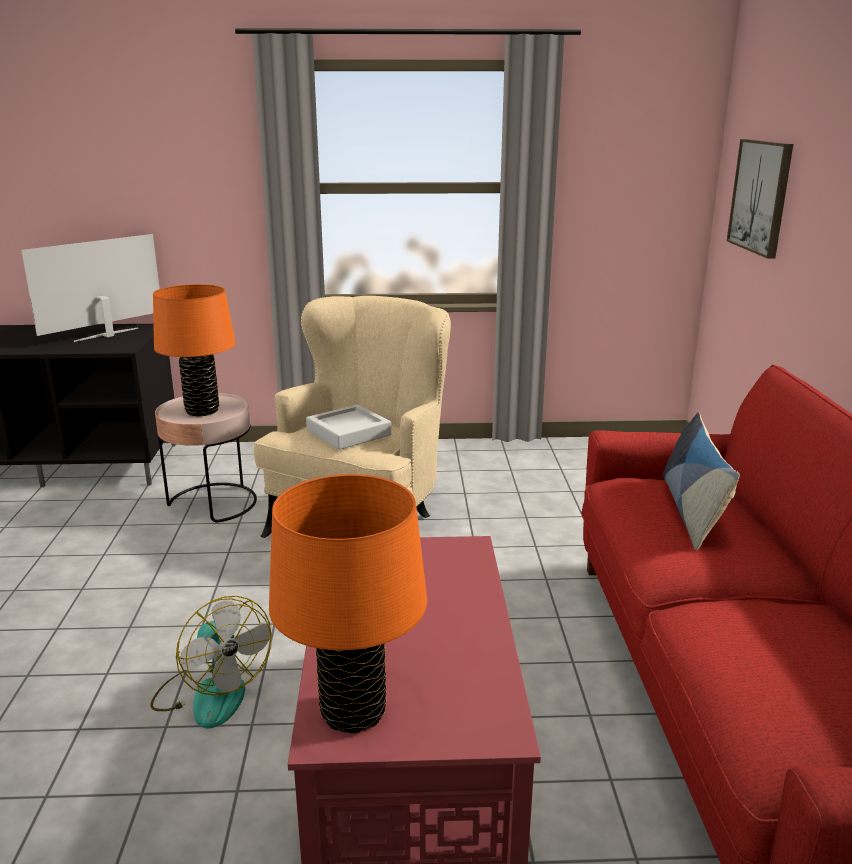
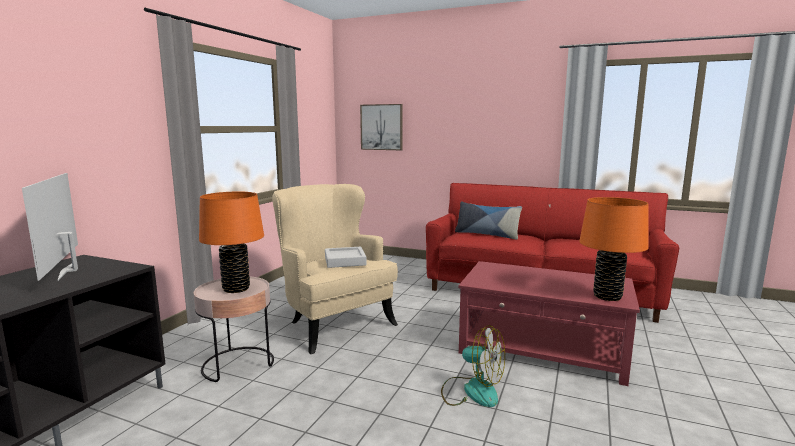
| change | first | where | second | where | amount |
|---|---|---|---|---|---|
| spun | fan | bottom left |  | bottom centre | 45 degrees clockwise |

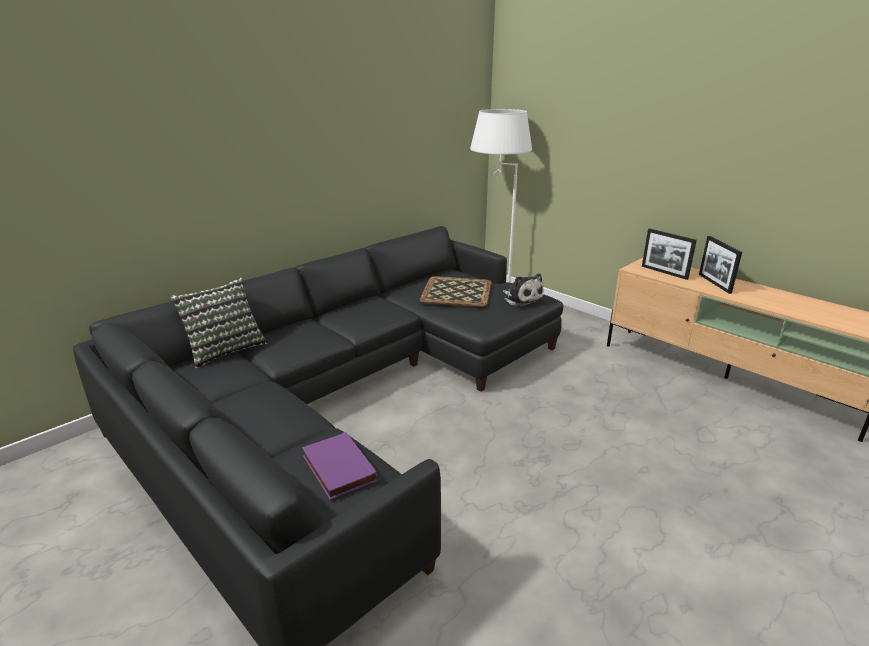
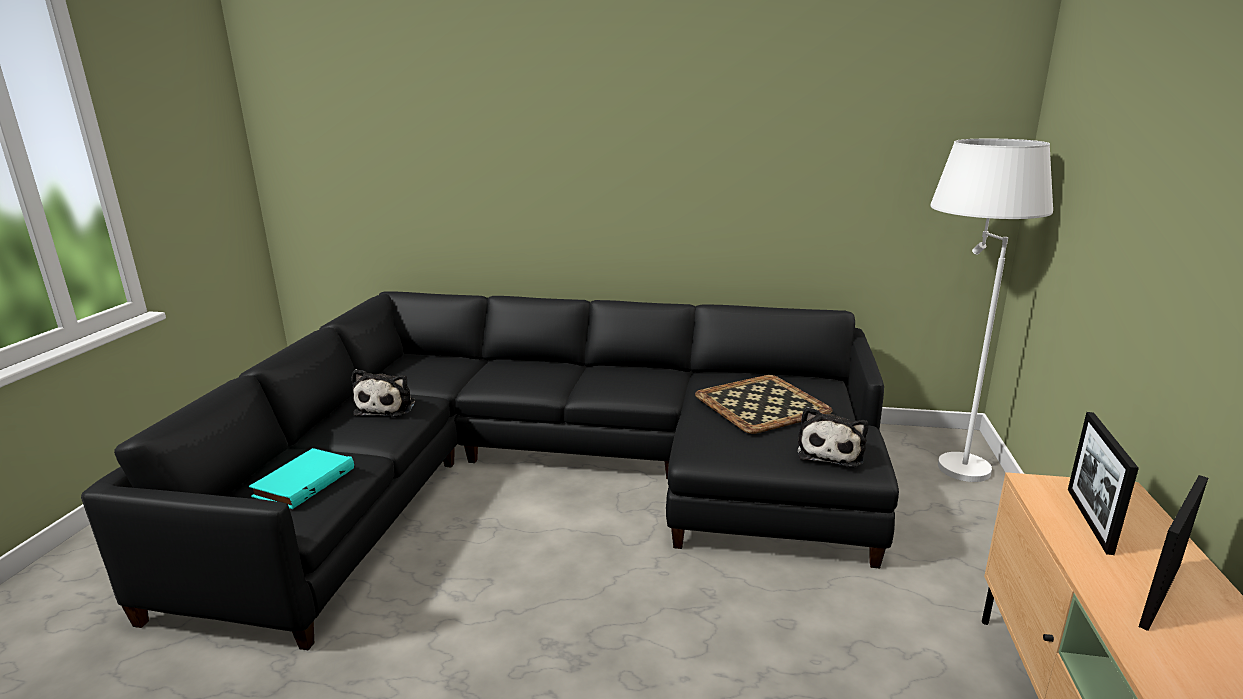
| change | first | where | second | where | amount |
|---|---|---|---|---|---|
| missing | pillow | middle left |  |  |  |
| colour | purple book | bottom centre | turquoise book | bottom left |  |
| appeared |  |  | plush toy (no. 1 from left) | middle left |  |

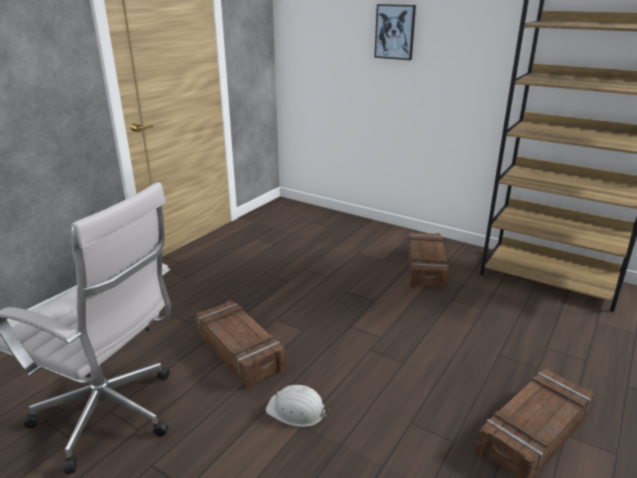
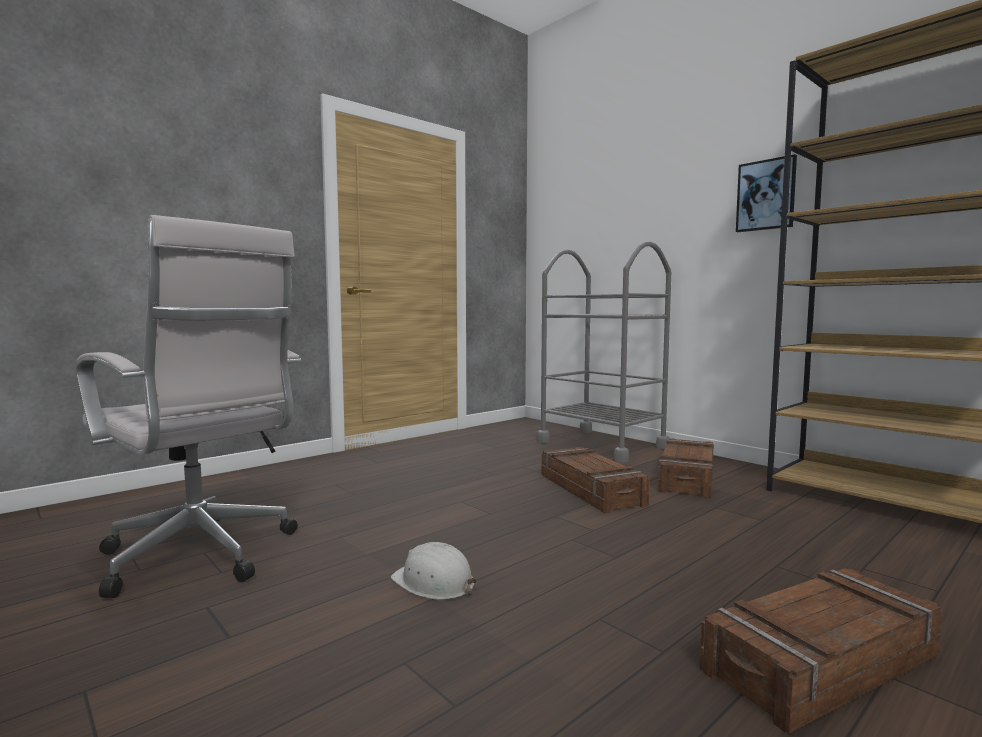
| change | first | where | second | where | amount |
|---|---|---|---|---|---|
| relocated | picture | top centre |  | top right |  |
| relocated | crate (no. 1 from left) | bottom centre |  | centre |  |
| appeared |  |  | grey cart | centre |  |

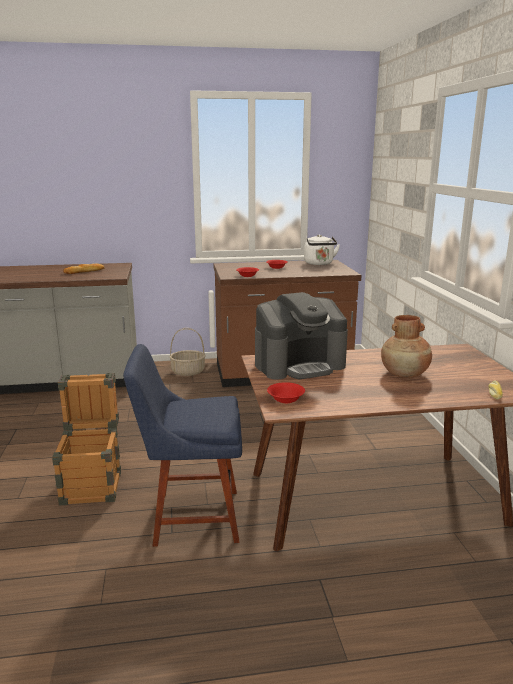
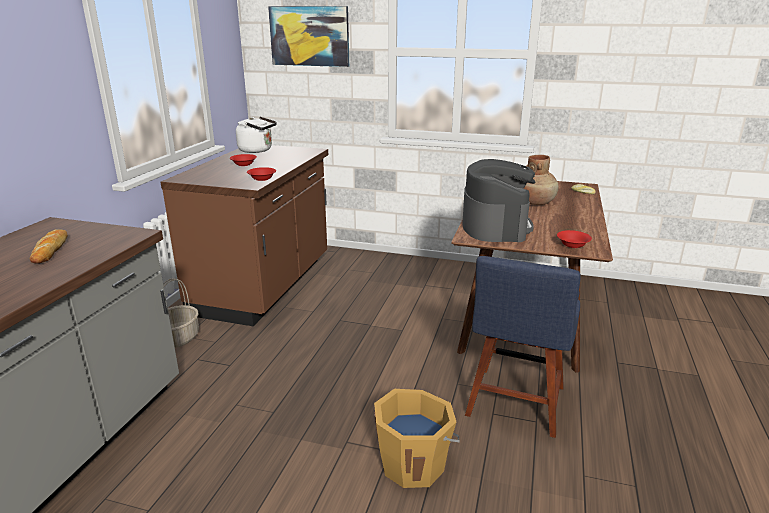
| change | first | where | second | where | amount |
|---|---|---|---|---|---|
| exchanged | crate | middle left | orange bucket | bottom centre |  |
| appeared |  |  | picture | top centre |  |

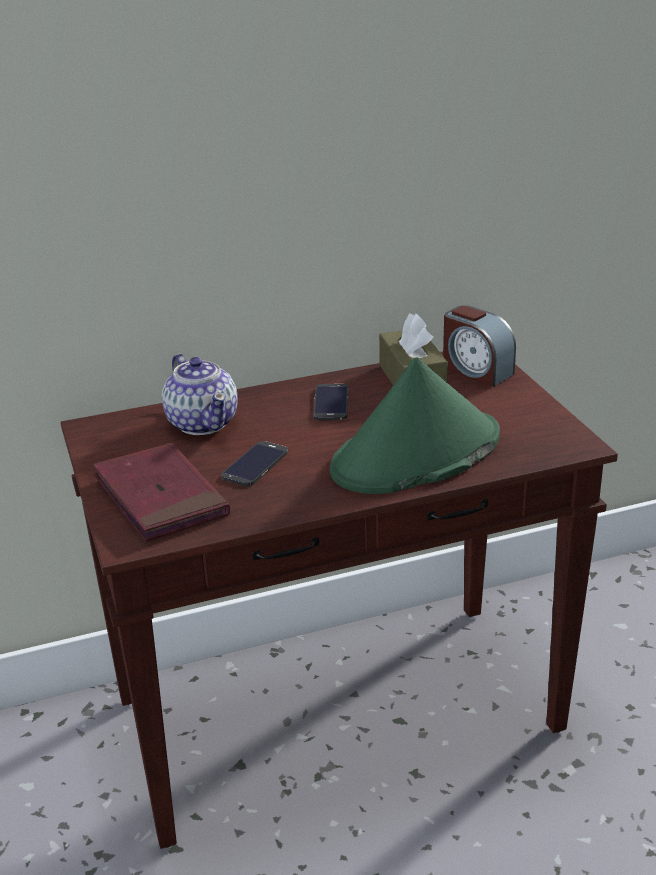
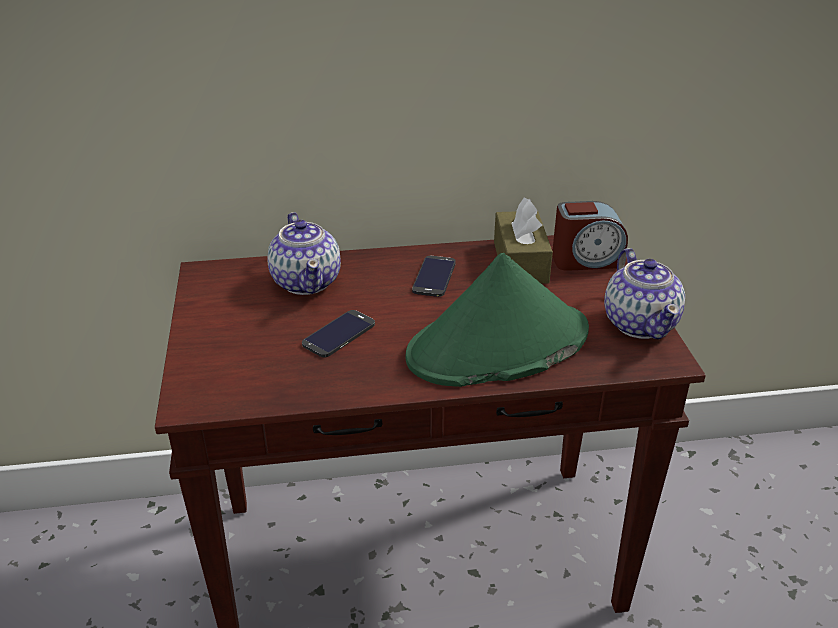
| change | first | where | second | where | amount |
|---|---|---|---|---|---|
| spun | alarm clock | middle right |  | middle right | 60 degrees counterclockwise |
| missing | red book | middle left |  |  |  |
| appeared |  |  | teapot (no. 2 from left) | middle right |  |

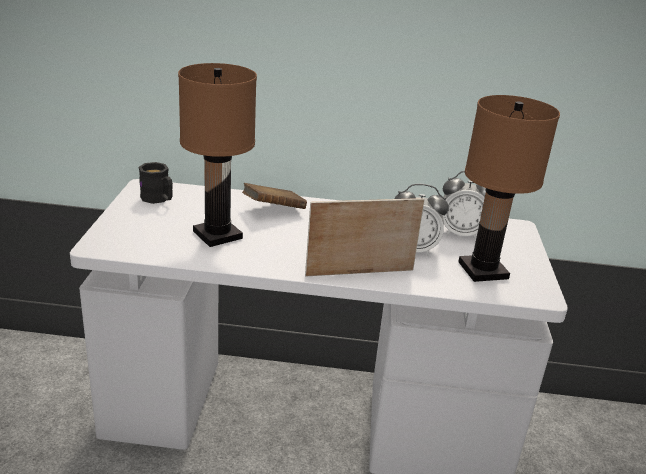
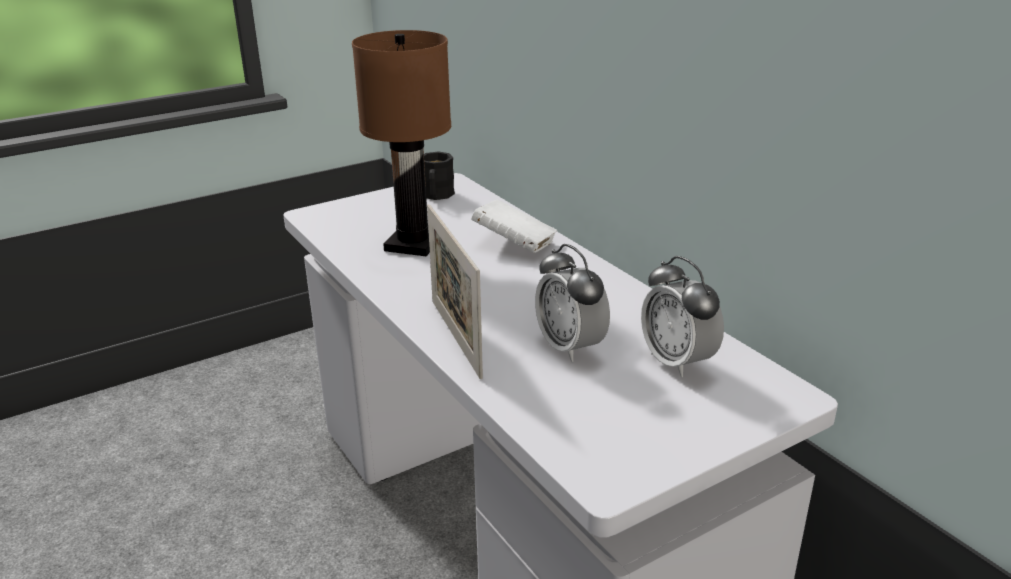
| change | first | where | second | where | amount |
|---|---|---|---|---|---|
| missing | brown table lamp (no. 2 from left) | middle right |  |  |  |
| colour | brown book | centre | white book | centre |  |
| spun | picture frame | centre |  | centre | 150 degrees counterclockwise |

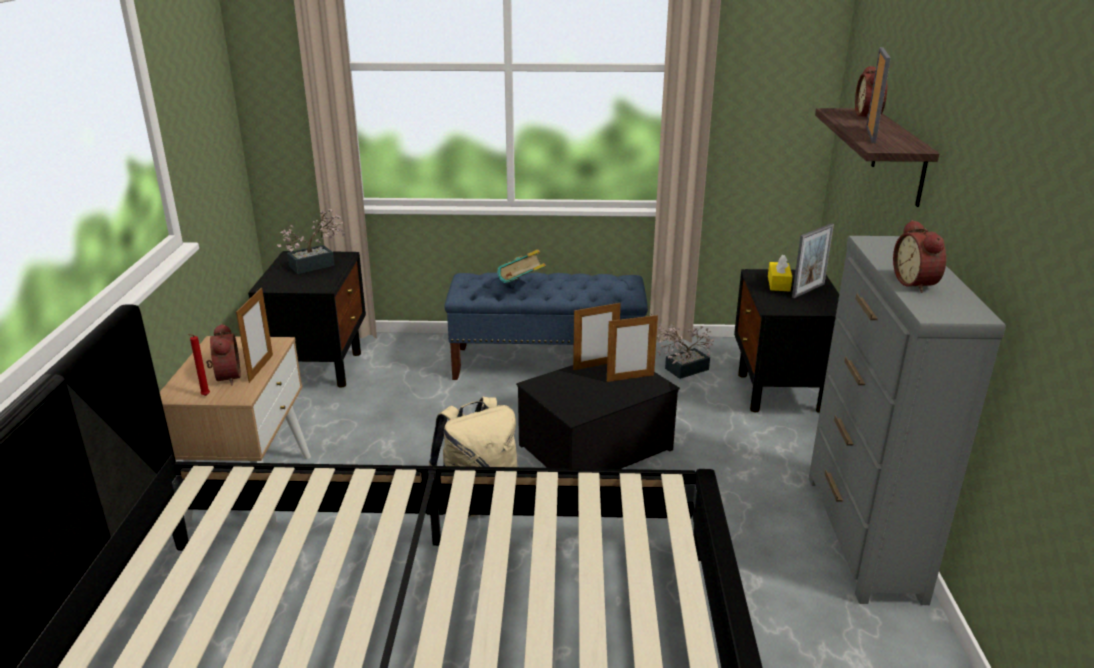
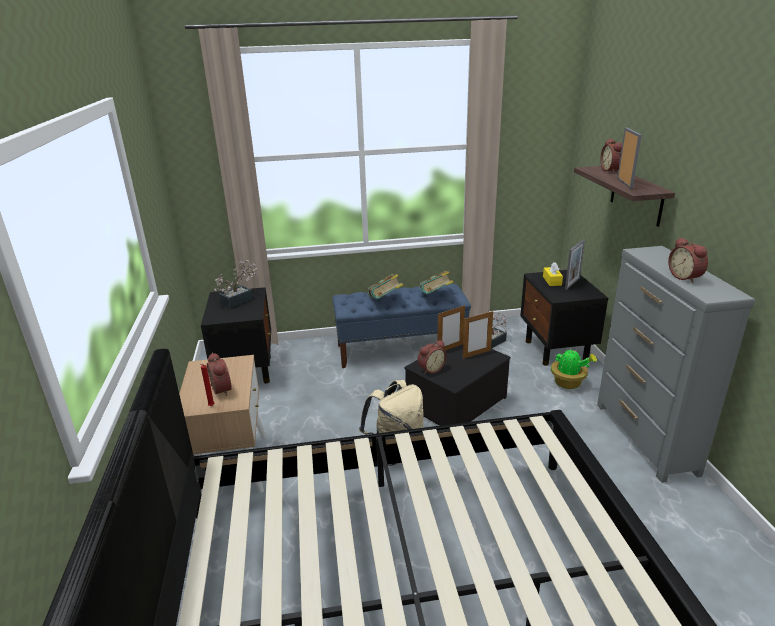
| change | first | where | second | where | amount |
|---|---|---|---|---|---|
| missing | picture frame (no. 1 from left) | middle left |  |  |  |
| appeared |  |  | book (no. 2 from left) | centre |  |
| appeared |  |  | alarm clock (no. 2 from left) | centre |  |
| appeared |  |  | potted plant (no. 3 from left) | middle right |  |

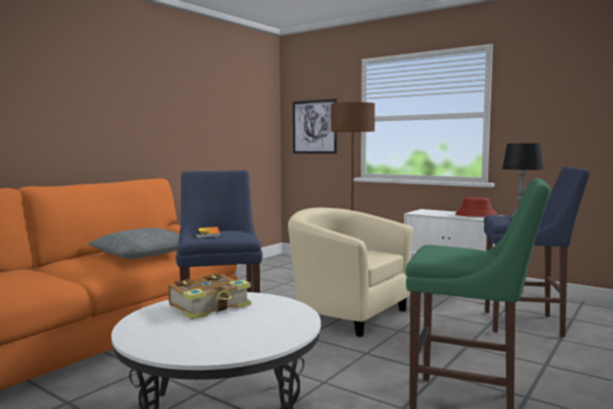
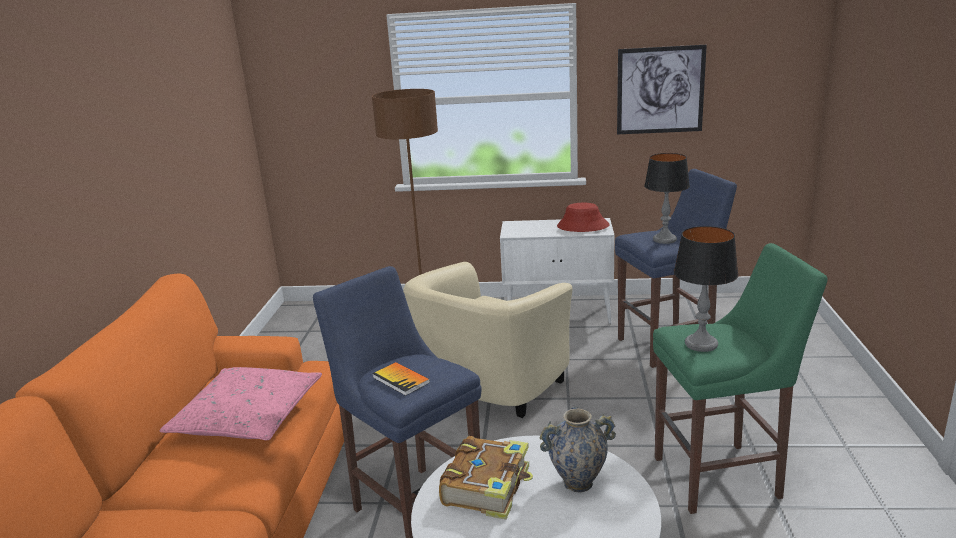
| change | first | where | second | where | amount |
|---|---|---|---|---|---|
| relocated | picture | top centre |  | top right |  |
| spun | beige armchair | centre |  | centre | 60 degrees counterclockwise |
| colour | grey pillow | middle left | pink pillow | bottom left |  |
| appeared |  |  | table lamp (no. 2 from left) | middle right |  |
| appeared |  |  | vase | bottom centre |  |

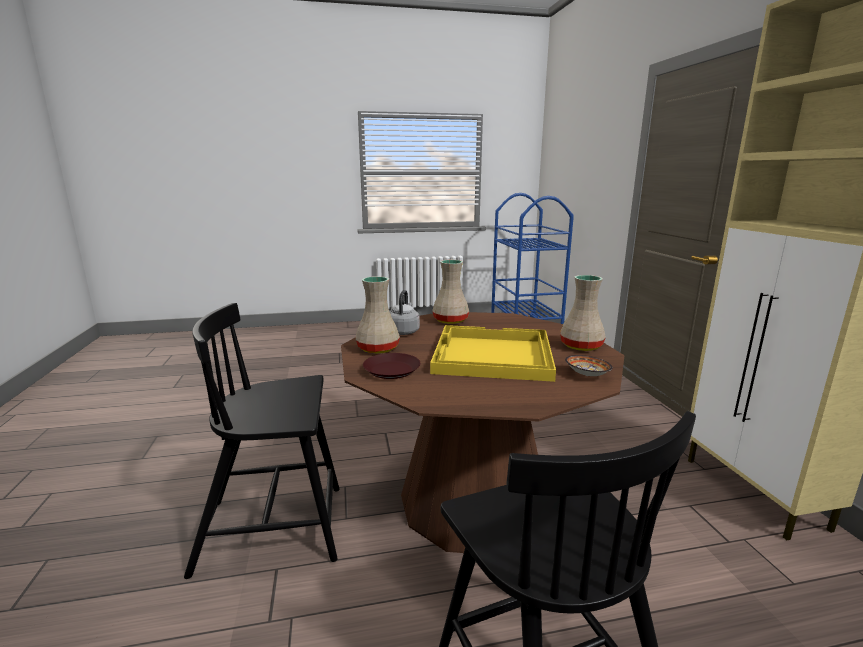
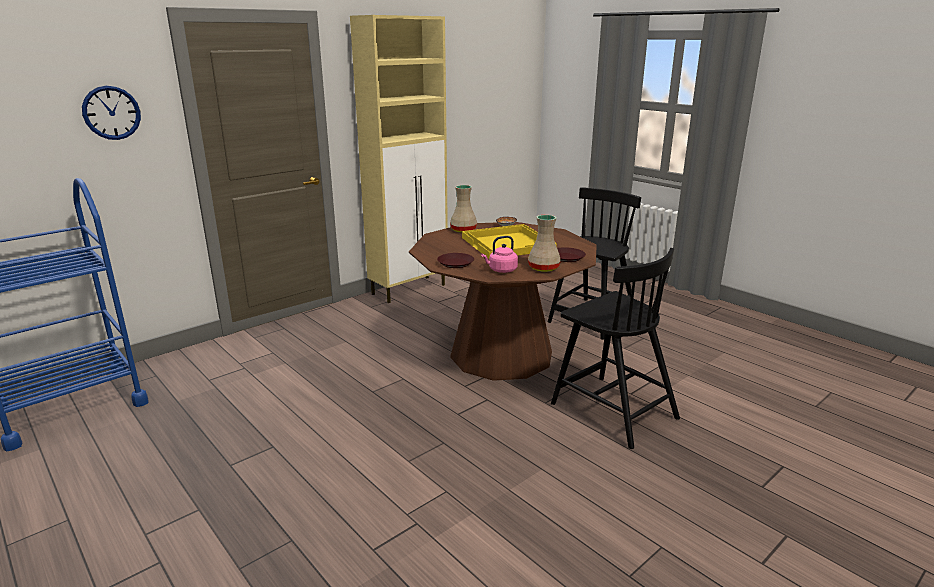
| change | first | where | second | where | amount |
|---|---|---|---|---|---|
| exchanged | beige vase (no. 2 from left) | centre | brown plate (no. 1 from left) | centre |  |
| colour | grey kettle | centre | pink kettle | centre |  |
| appeared |  |  | wall clock | top left |  |

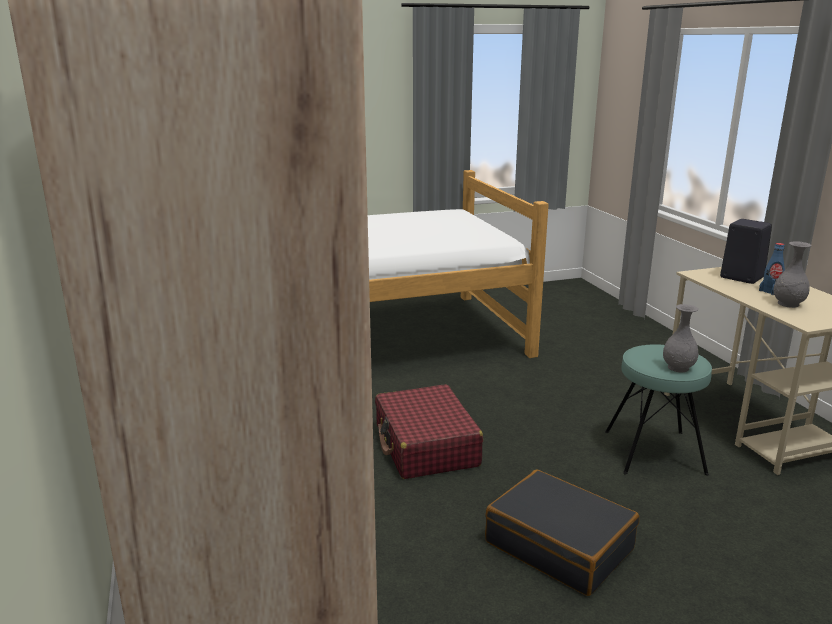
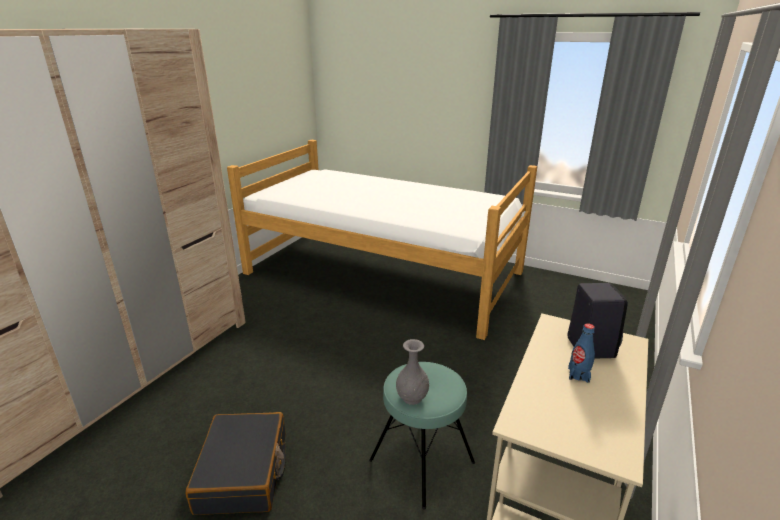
| change | first | where | second | where | amount |
|---|---|---|---|---|---|
| missing | grey vase (no. 2 from left) | middle right |  |  |  |
| missing | red suitcase | bottom centre |  |  |  |

